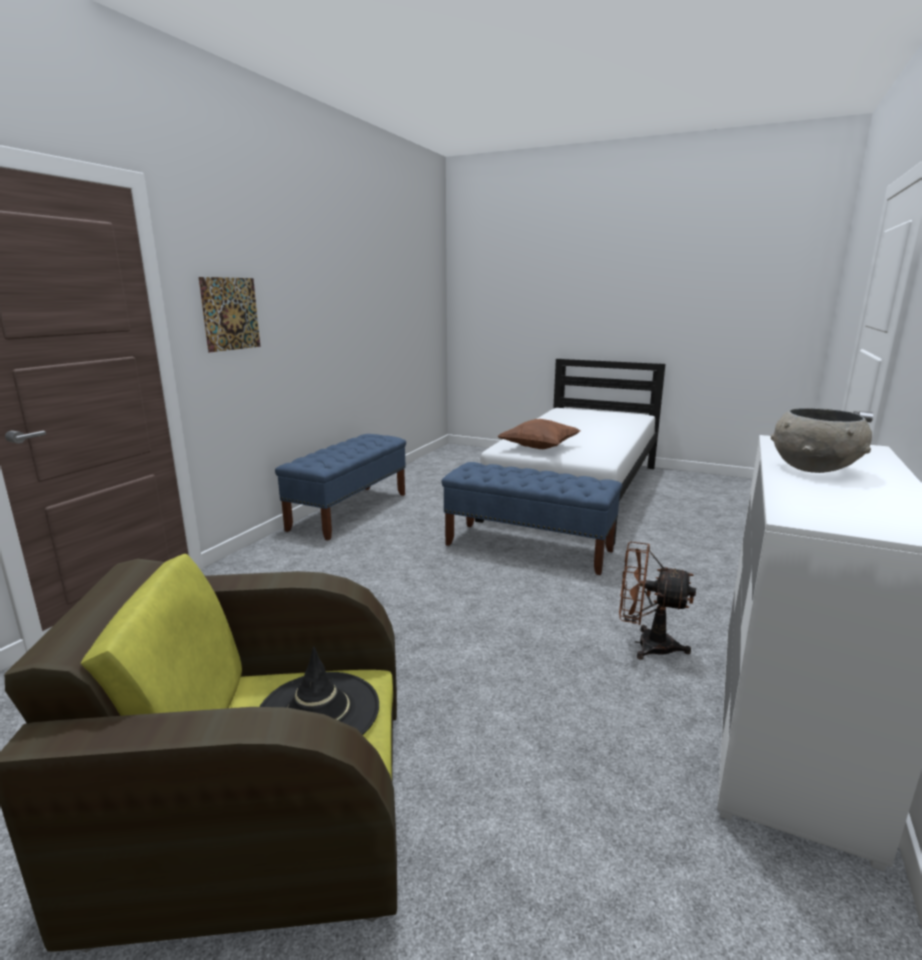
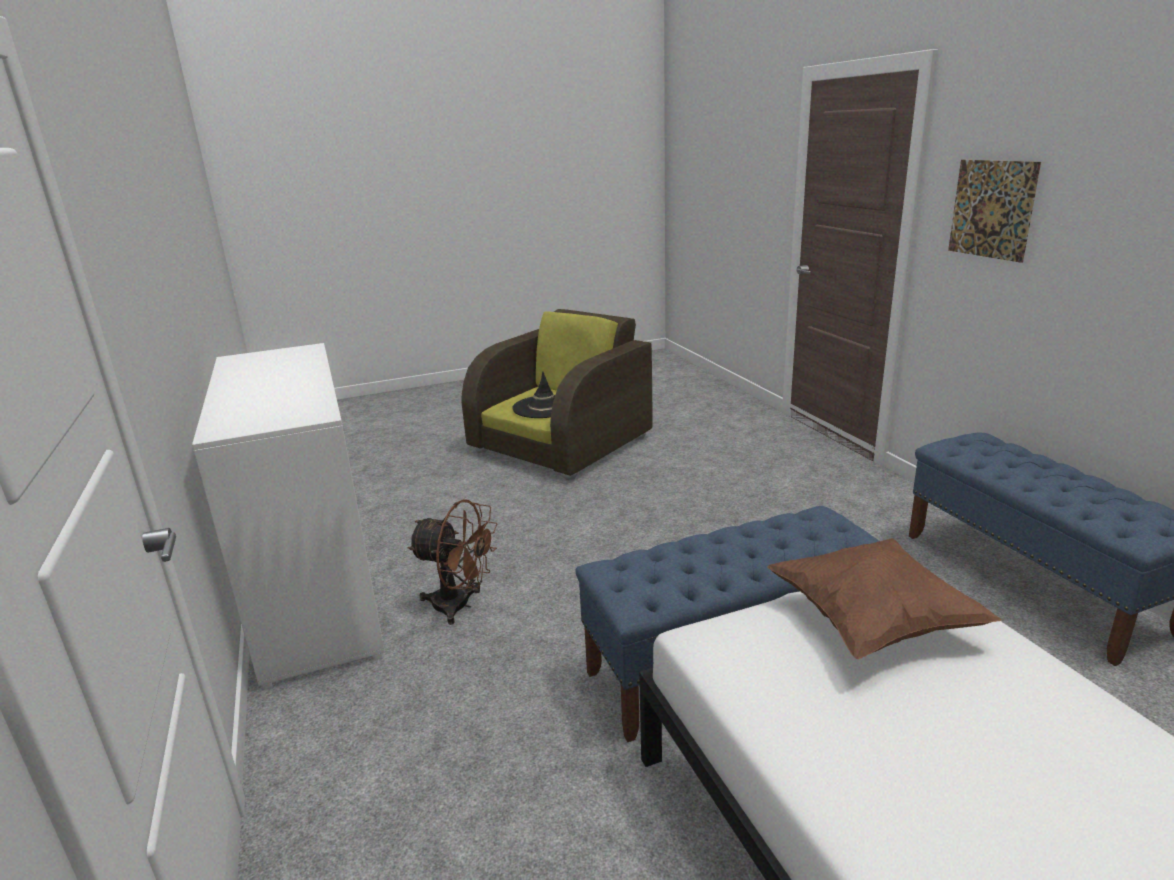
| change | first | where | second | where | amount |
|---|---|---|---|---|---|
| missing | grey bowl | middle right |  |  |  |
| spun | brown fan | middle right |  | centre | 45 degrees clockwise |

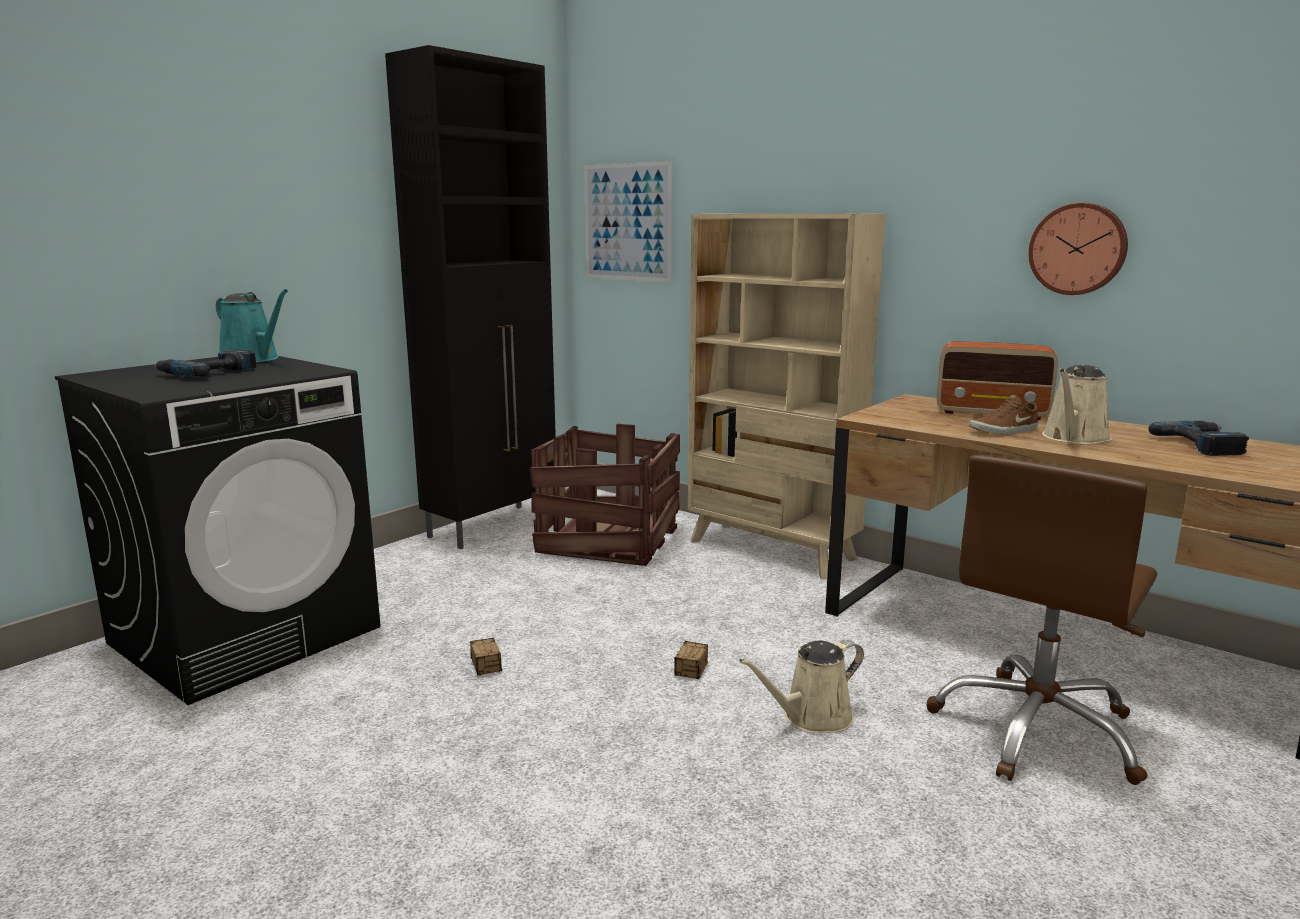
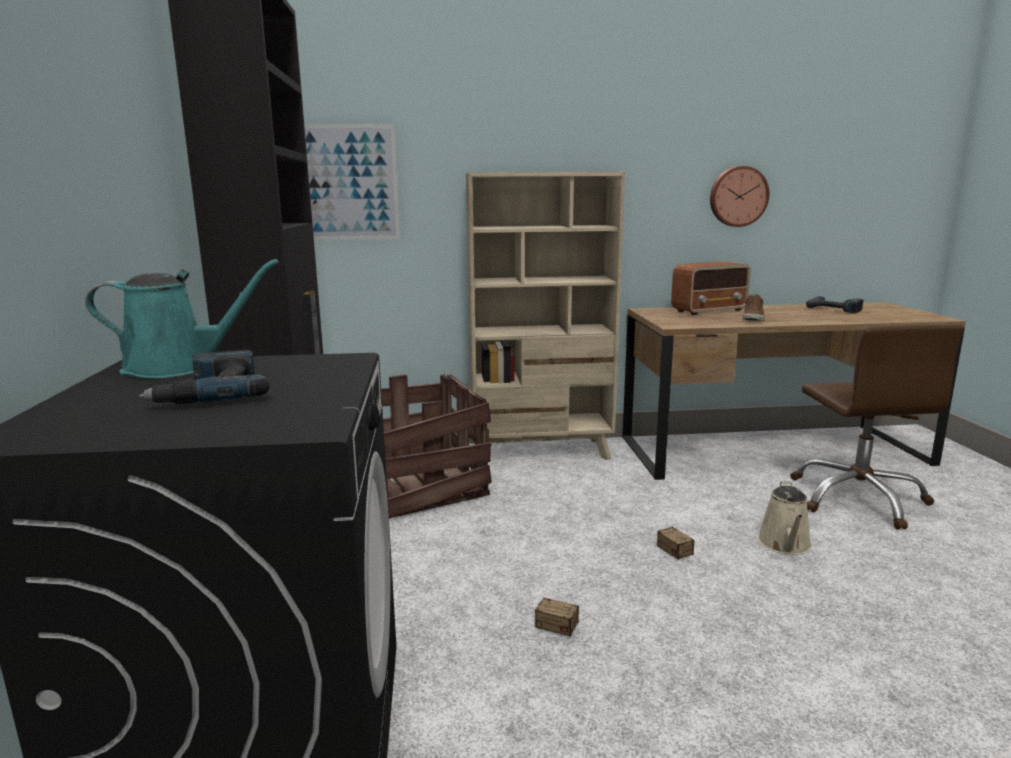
| change | first | where | second | where | amount |
|---|---|---|---|---|---|
| missing | beige watering can (no. 2 from left) | middle right |  |  |  |

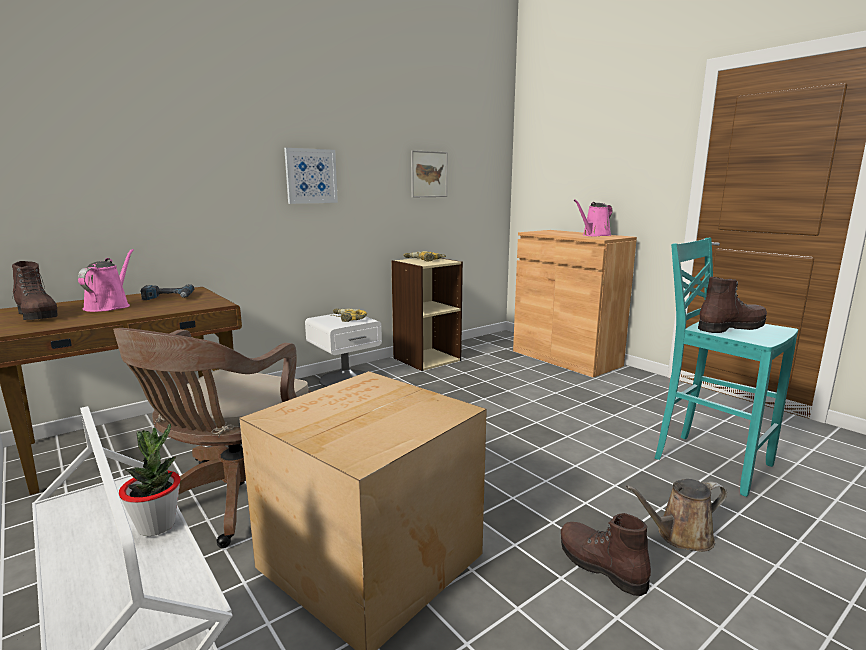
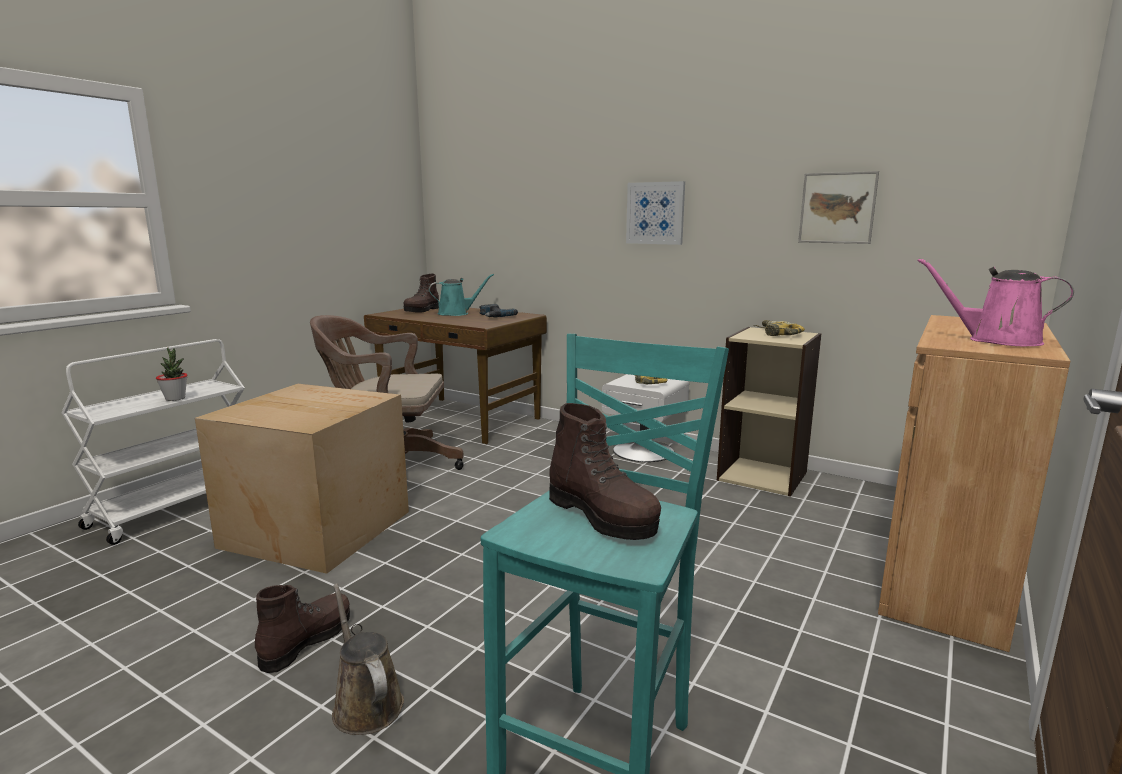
| change | first | where | second | where | amount |
|---|---|---|---|---|---|
| colour | pink watering can (no. 1 from left) | middle left | turquoise watering can | centre |  |

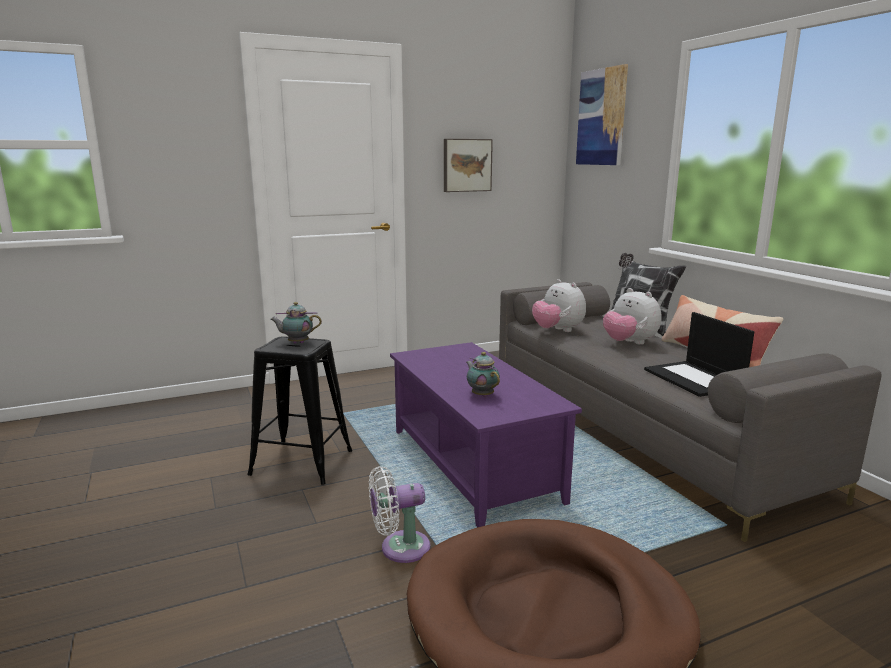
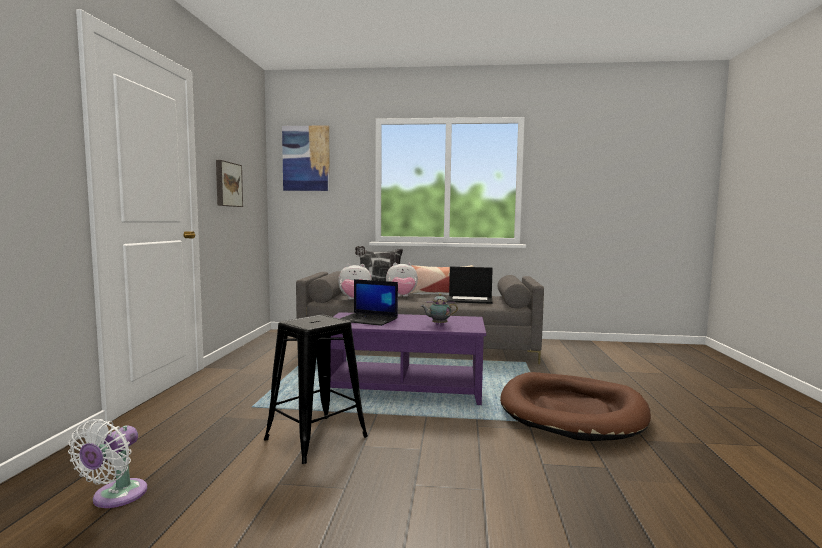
| change | first | where | second | where | amount |
|---|---|---|---|---|---|
| missing | teapot (no. 1 from left) | middle left |  |  |  |
| relocated | white fan | bottom centre |  | bottom left |  |
| appeared |  |  | laptop (no. 1 from left) | centre |  |

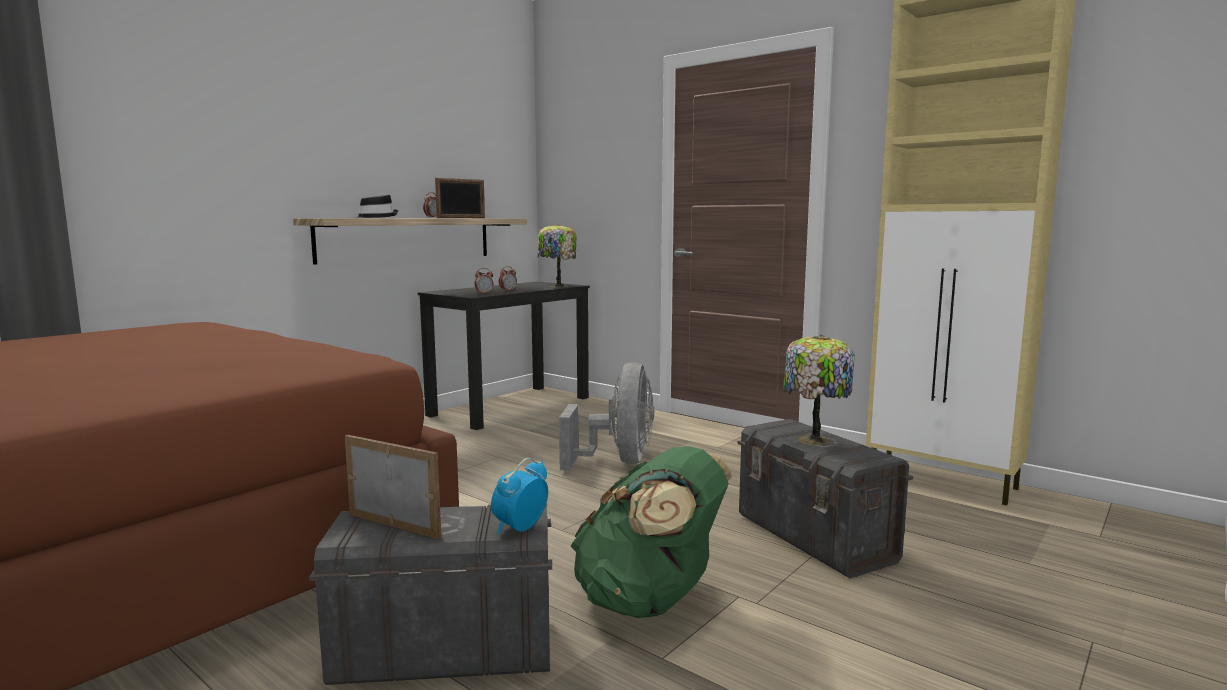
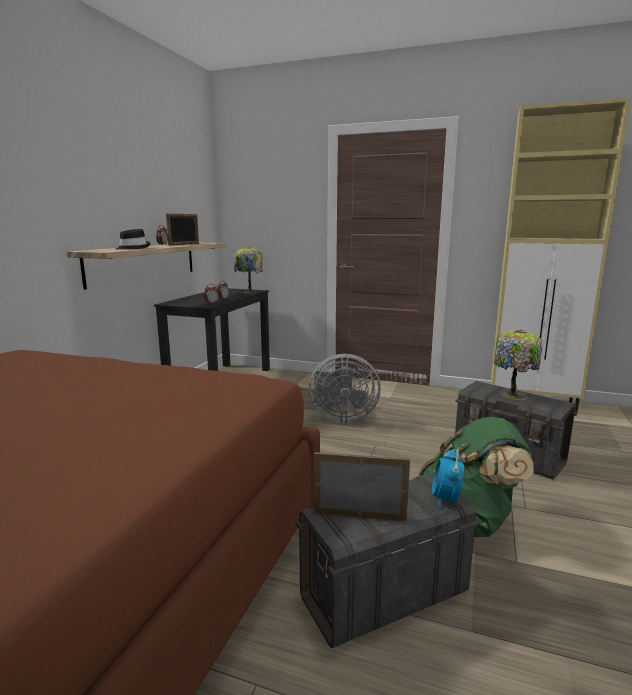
| change | first | where | second | where | amount |
|---|---|---|---|---|---|
| spun | grey fan | centre |  | centre | 105 degrees clockwise |

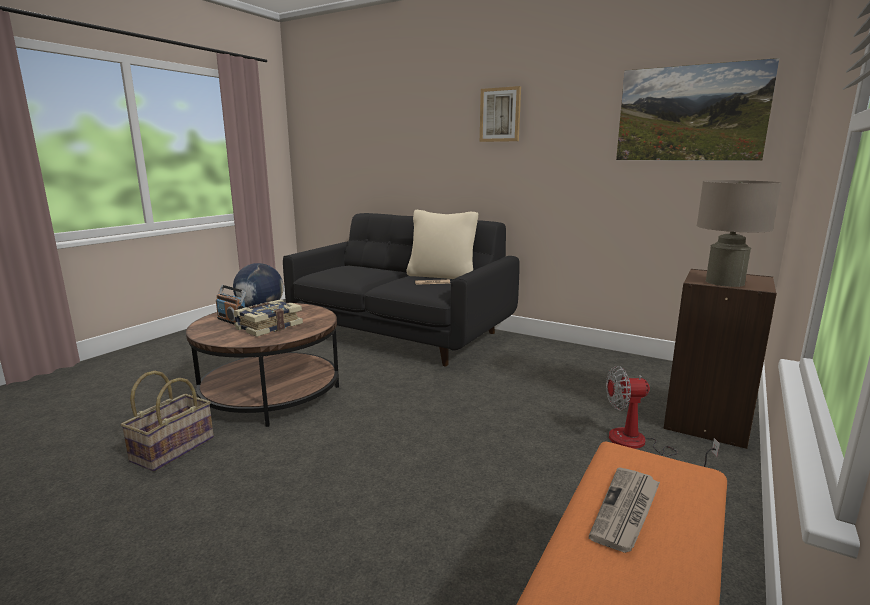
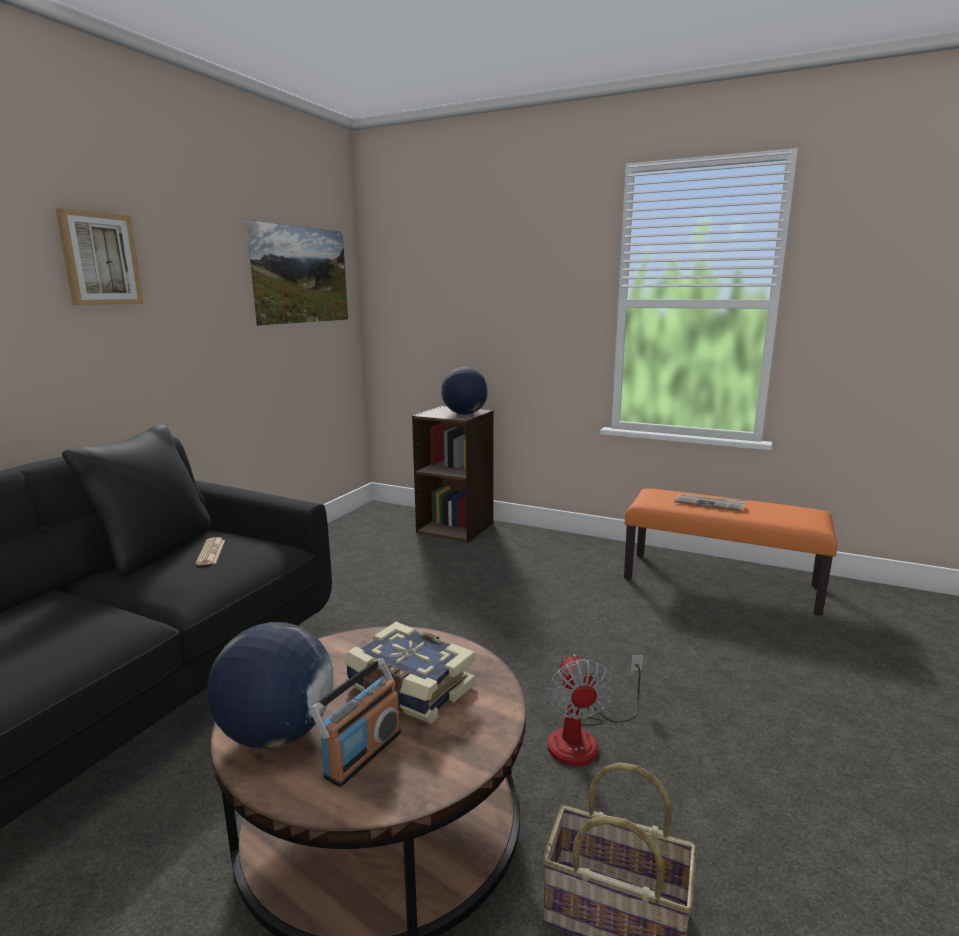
| change | first | where | second | where | amount |
|---|---|---|---|---|---|
| exchanged | beige table lamp | middle right | globe (no. 2 from left) | centre |  |
| colour | beige pillow | centre | black pillow | middle left |  |
| relocated | fan | bottom right |  | bottom centre |  |

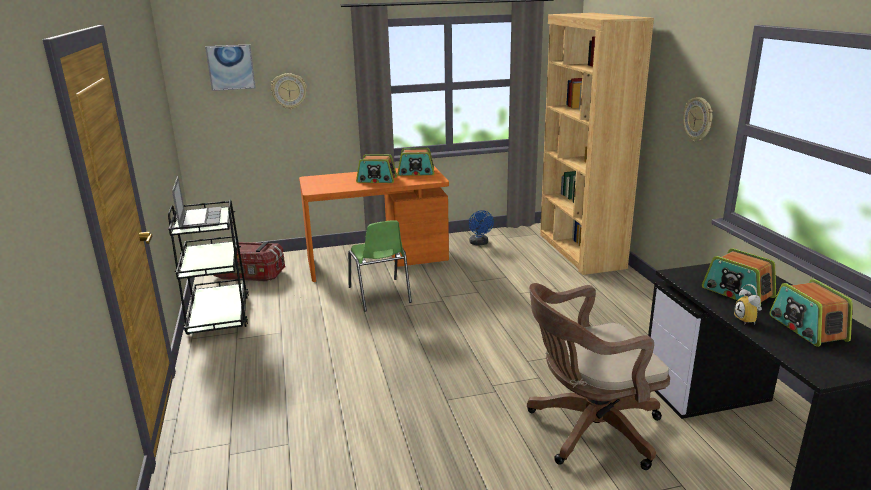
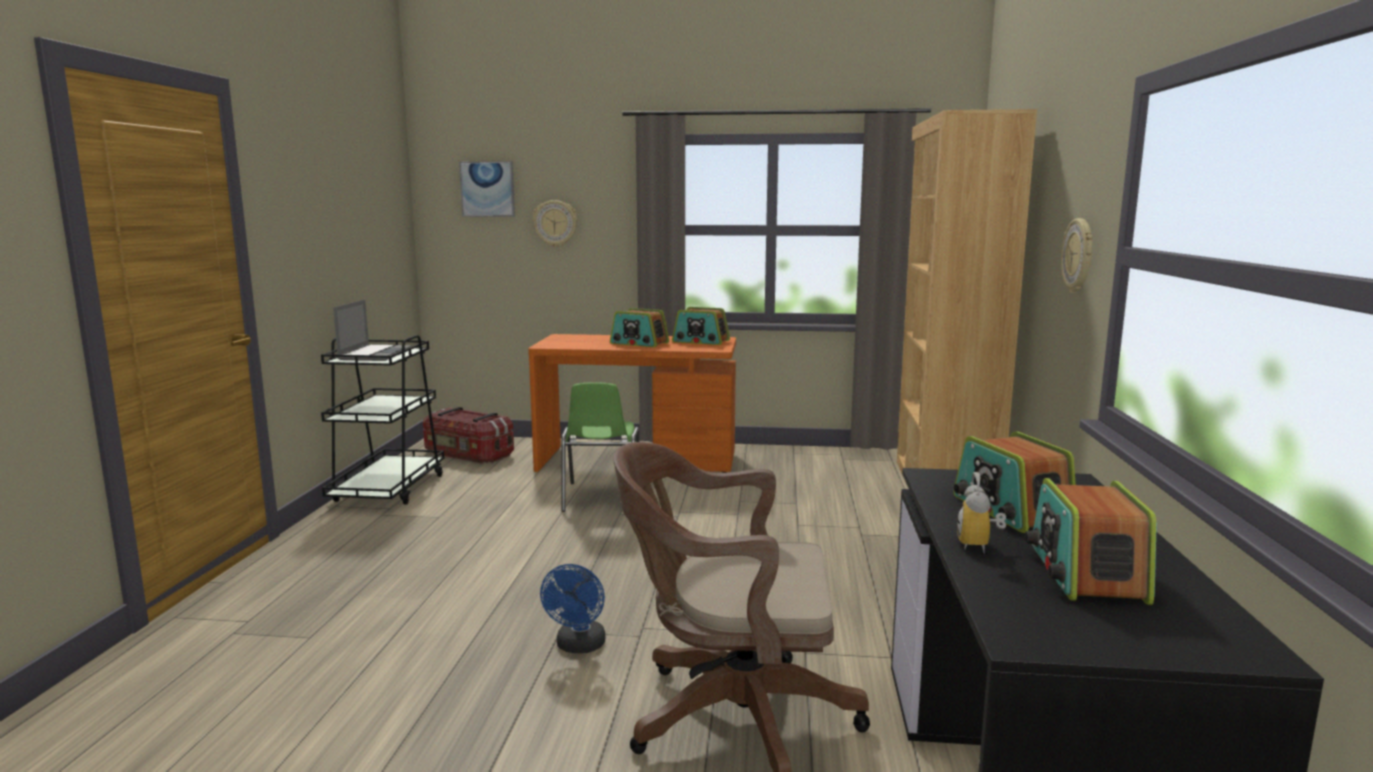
| change | first | where | second | where | amount |
|---|---|---|---|---|---|
| relocated | blue fan | centre |  | bottom centre |  |

